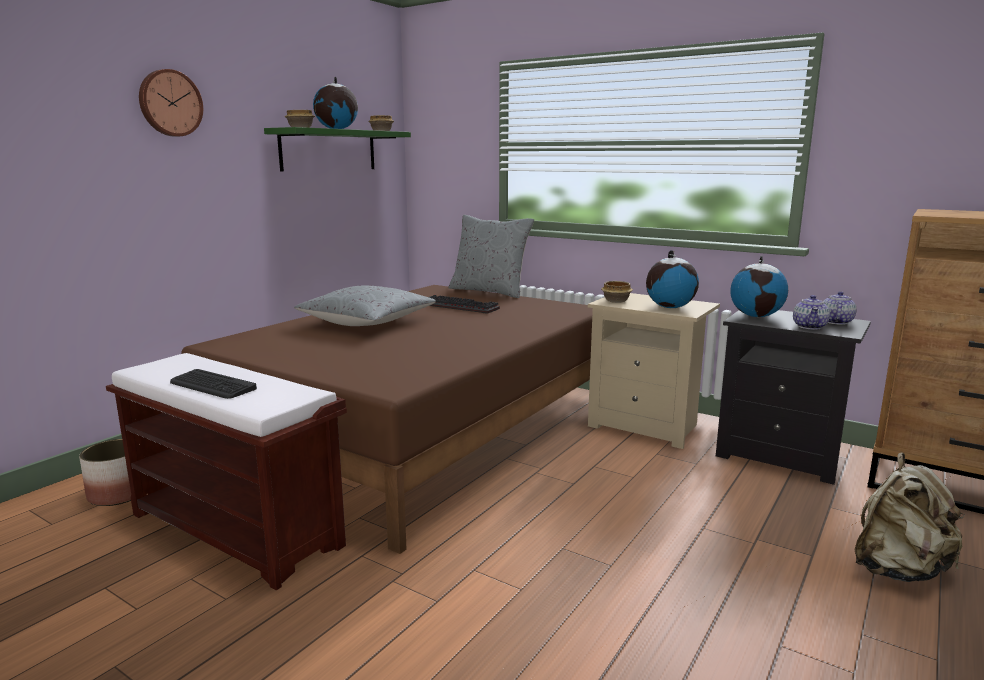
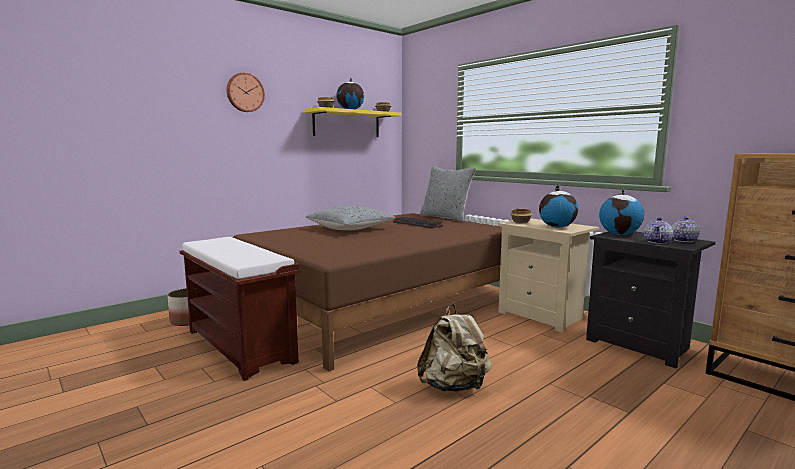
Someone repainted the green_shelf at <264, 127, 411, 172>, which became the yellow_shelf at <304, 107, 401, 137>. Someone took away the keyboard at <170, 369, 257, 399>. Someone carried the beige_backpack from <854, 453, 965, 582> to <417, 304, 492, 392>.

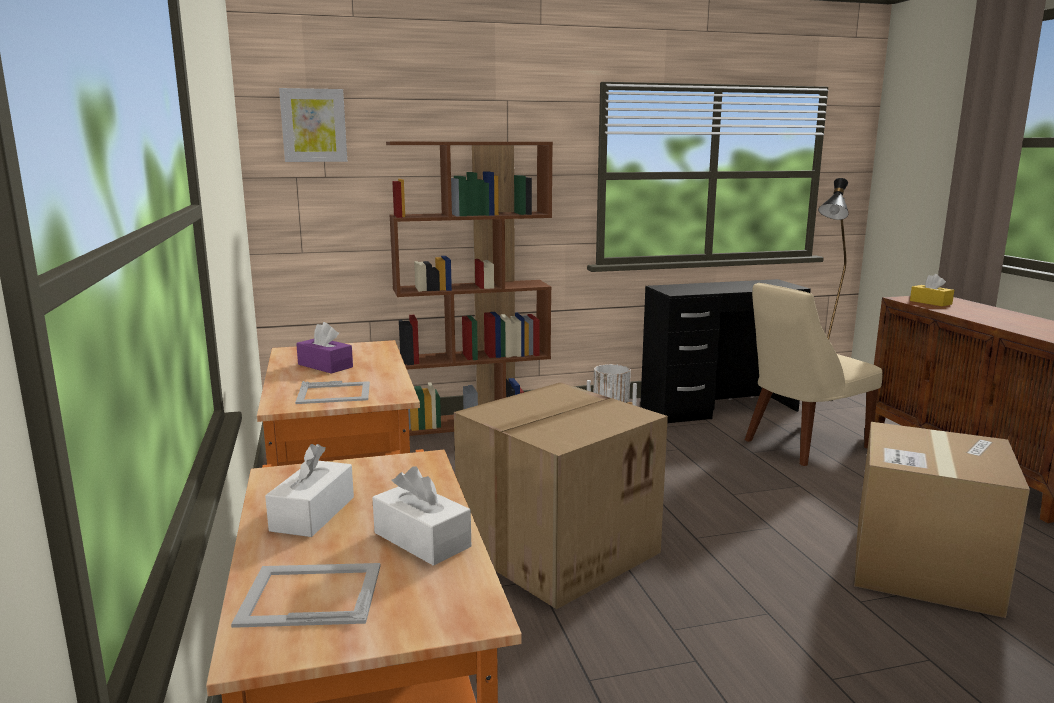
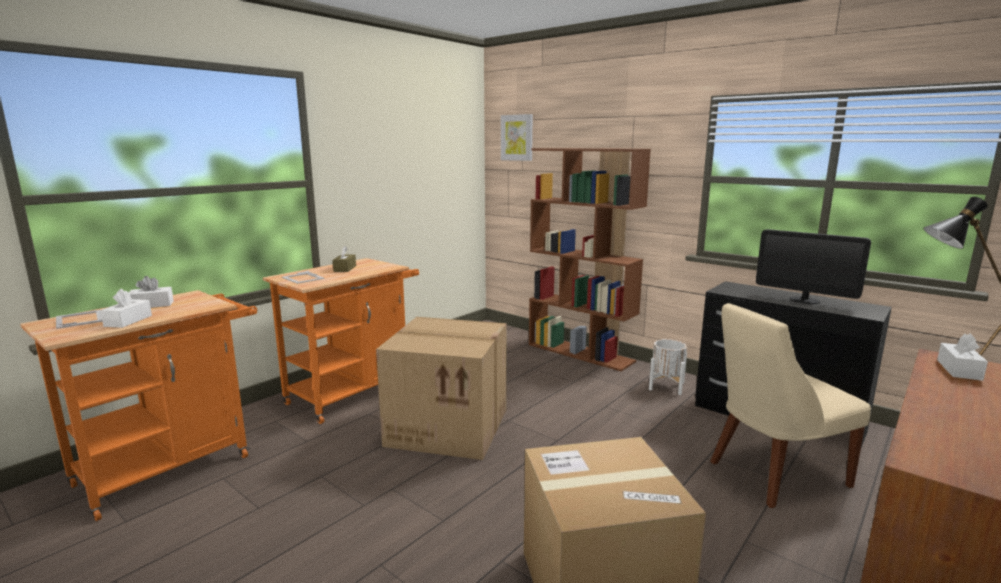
Someone repainted the yellow_tissue_box at <910, 274, 954, 306>, which became the white_tissue_box at <937, 334, 988, 381>. Someone rotated the beige_chair at <745, 283, 883, 466> by 45 degrees counterclockwise. Someone repainted the purple_tissue_box at <296, 322, 353, 374>, which became the brown_tissue_box at <333, 246, 356, 272>. Someone put down the monitor at <756, 229, 871, 304>.

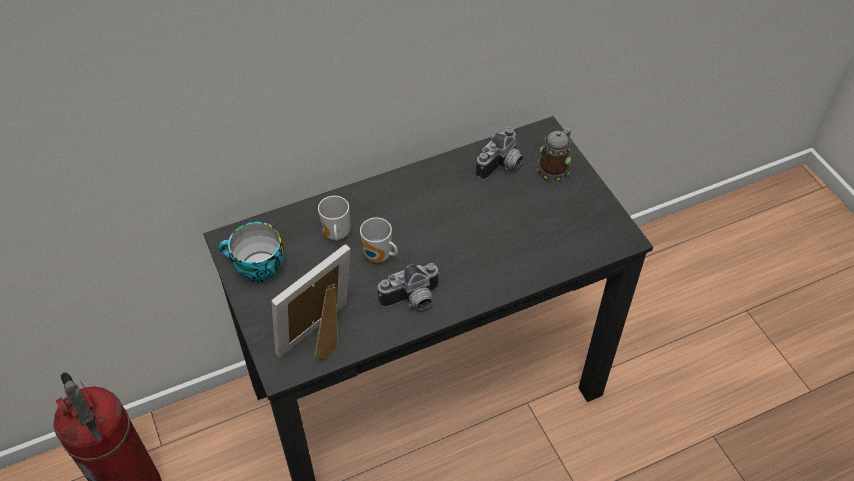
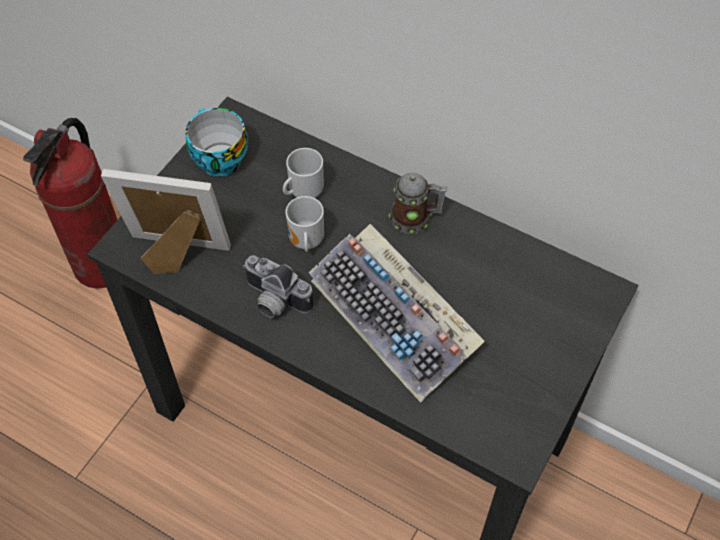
Someone took away the photo_camera at <476, 127, 523, 181>. Someone carried the mug from <537, 127, 572, 182> to <388, 173, 447, 234>. Someone put down the keyboard at <309, 224, 485, 403>.

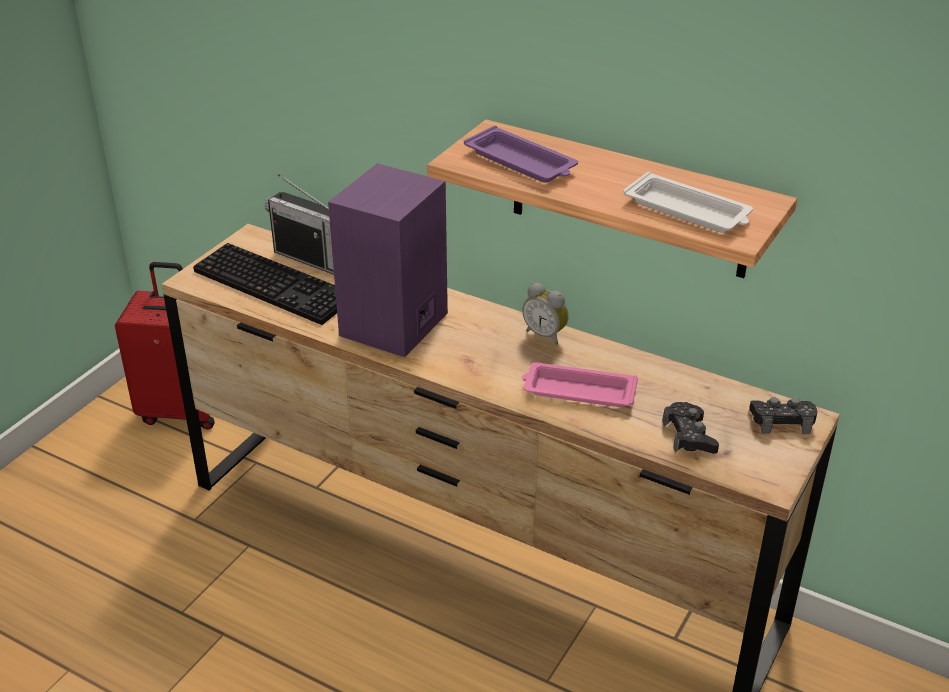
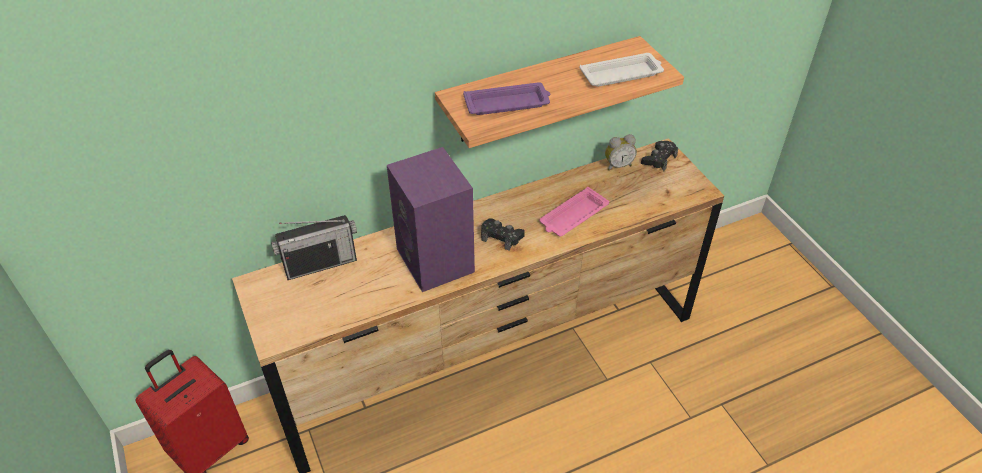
Someone took away the keyboard at <193, 243, 337, 325>. Someone carried the alarm_clock from <522, 283, 569, 345> to <605, 134, 637, 171>. Someone carried the black_game_controller from <662, 402, 719, 454> to <481, 218, 525, 251>.

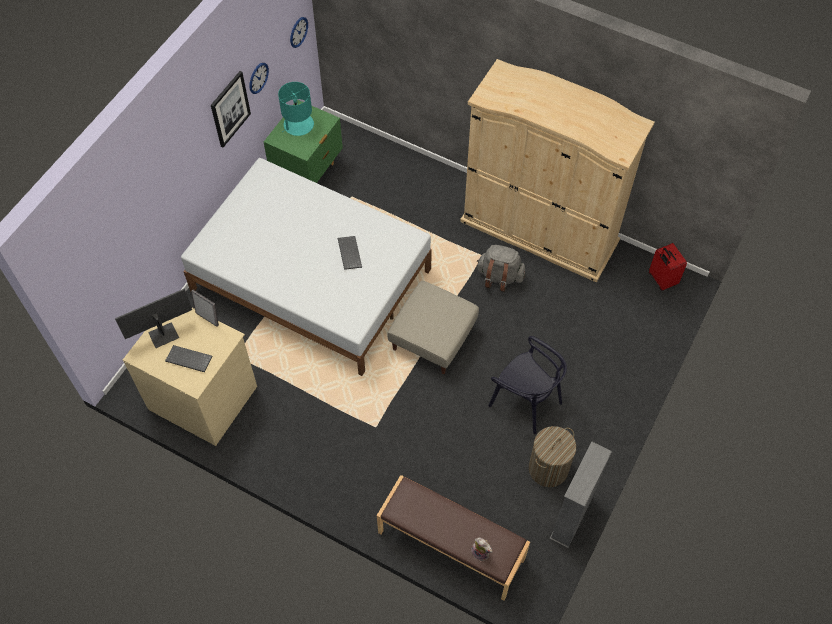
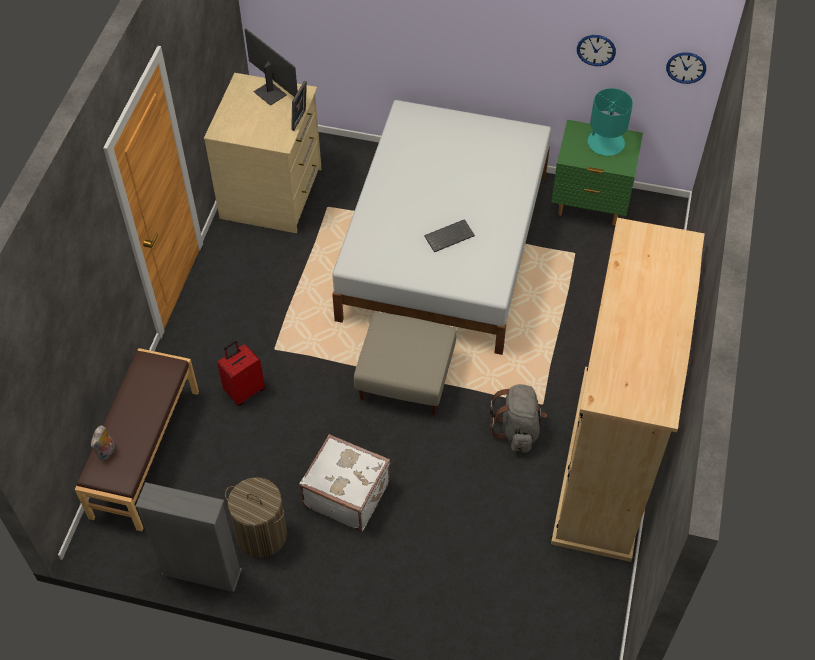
Someone took away the picture at <211, 71, 251, 147>. Someone carried the red_suitcase from <649, 243, 687, 291> to <217, 341, 265, 405>. Someone swapped the black_chair at <488, 336, 567, 434> for the white_suitcase at <299, 434, 391, 531>. Someone took away the keyboard at <165, 345, 212, 372>.

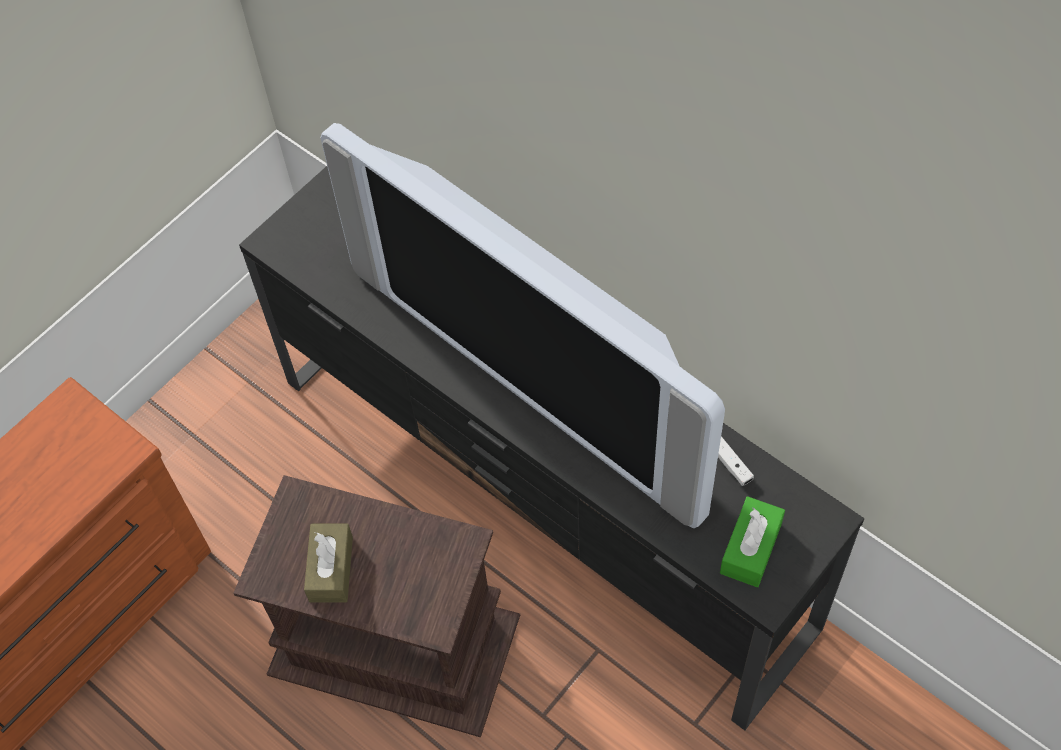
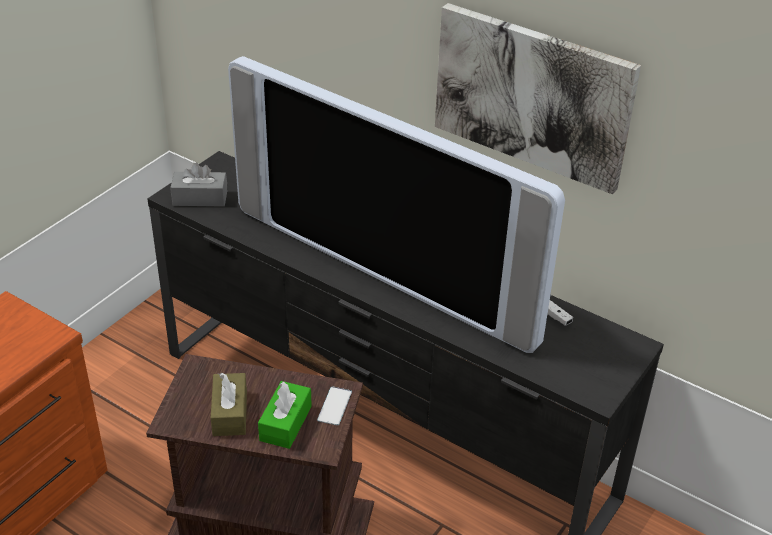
Someone carried the green_tissue_box from <720, 496, 785, 588> to <258, 381, 312, 449>. Someone put up the picture at <435, 3, 641, 194>. Someone put down the grey_tissue_box at <170, 162, 227, 206>. Someone put down the phone at <317, 386, 352, 425>.

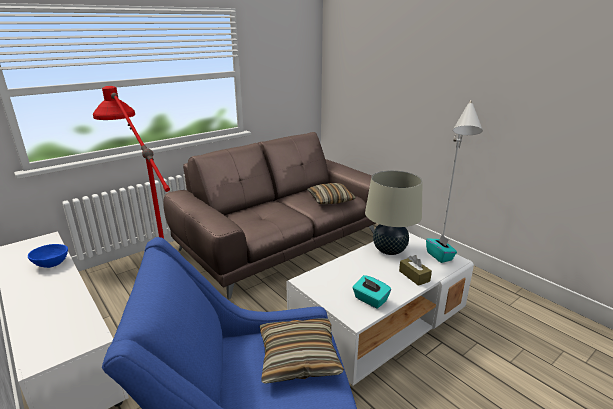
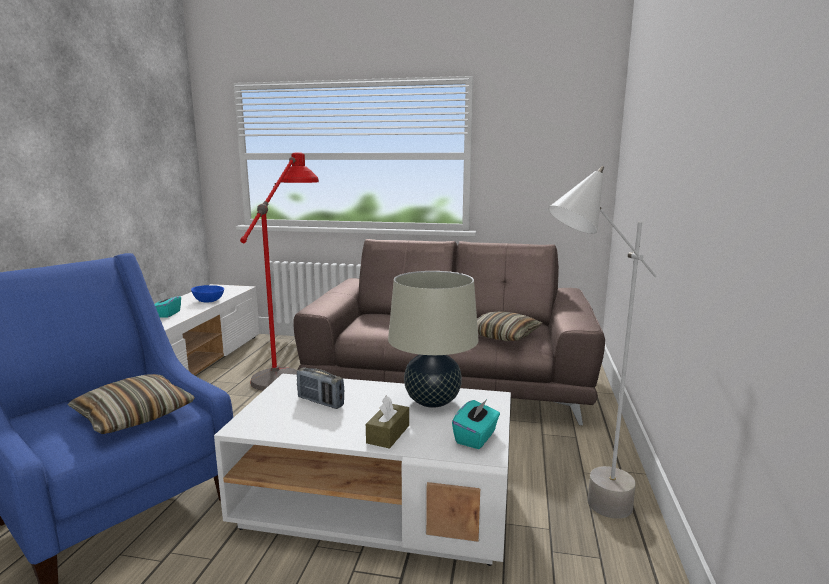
Someone carried the turquoise_tissue_box from <353, 275, 391, 309> to <154, 291, 181, 318>. Someone put down the radio at <297, 367, 344, 409>.

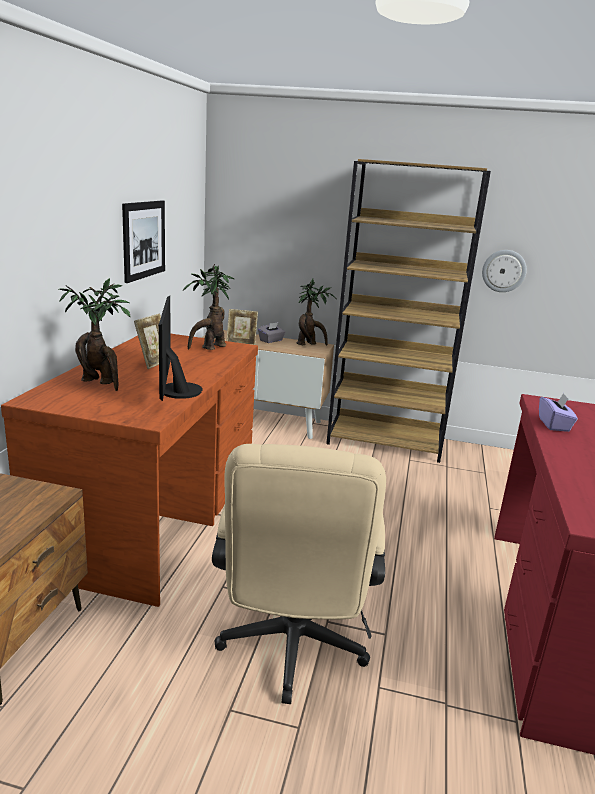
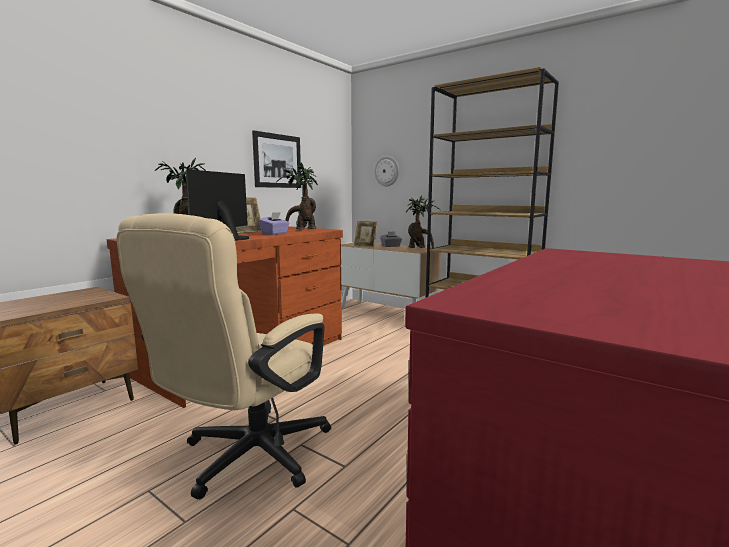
Someone carried the wall_clock from <482, 250, 527, 292> to <374, 156, 399, 186>. Someone carried the purple_tissue_box from <539, 393, 578, 432> to <259, 212, 290, 235>.

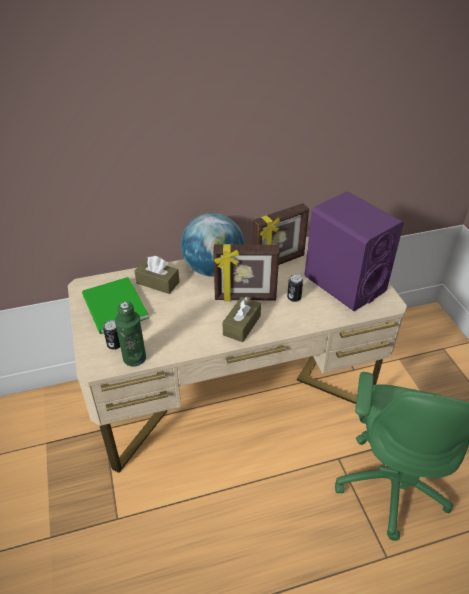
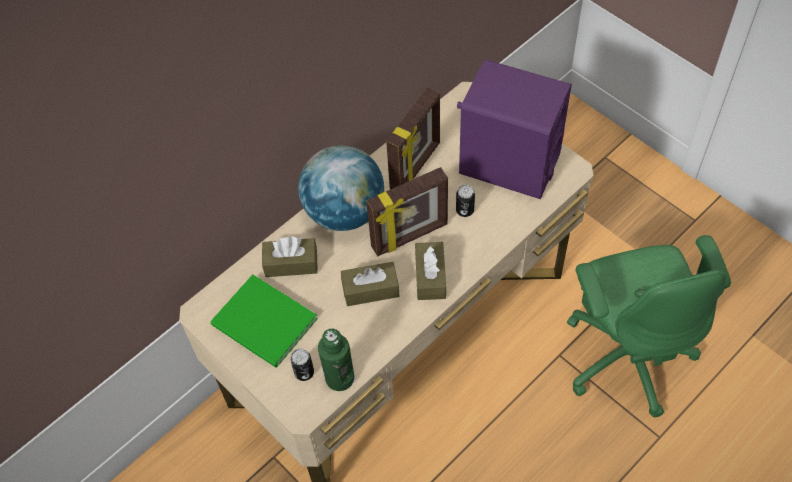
Someone put down the brown_tissue_box at <341, 262, 399, 306>.

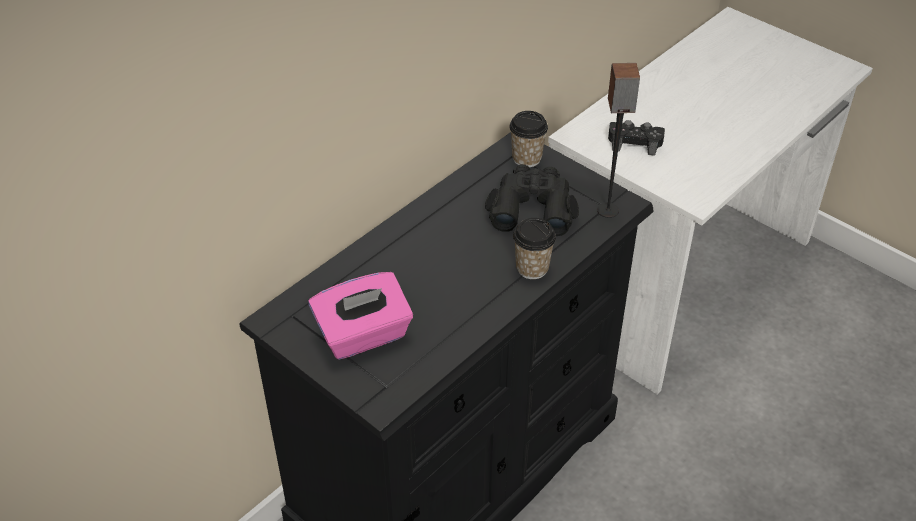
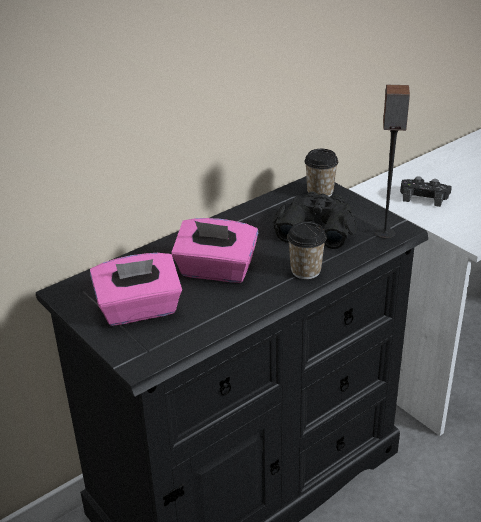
Someone put down the pink_tissue_box at <171, 218, 258, 283>.

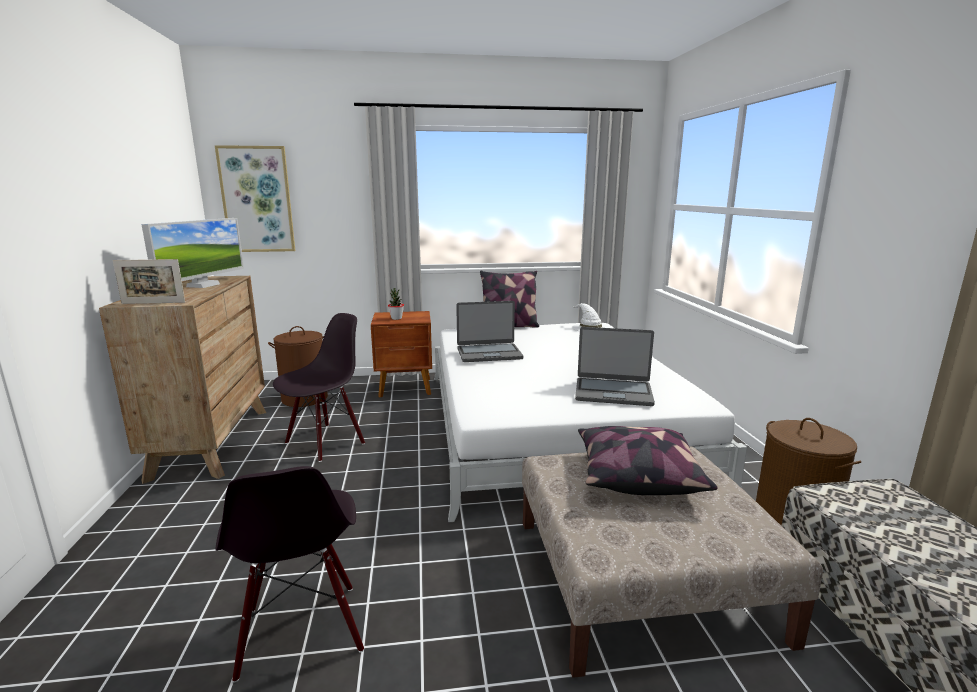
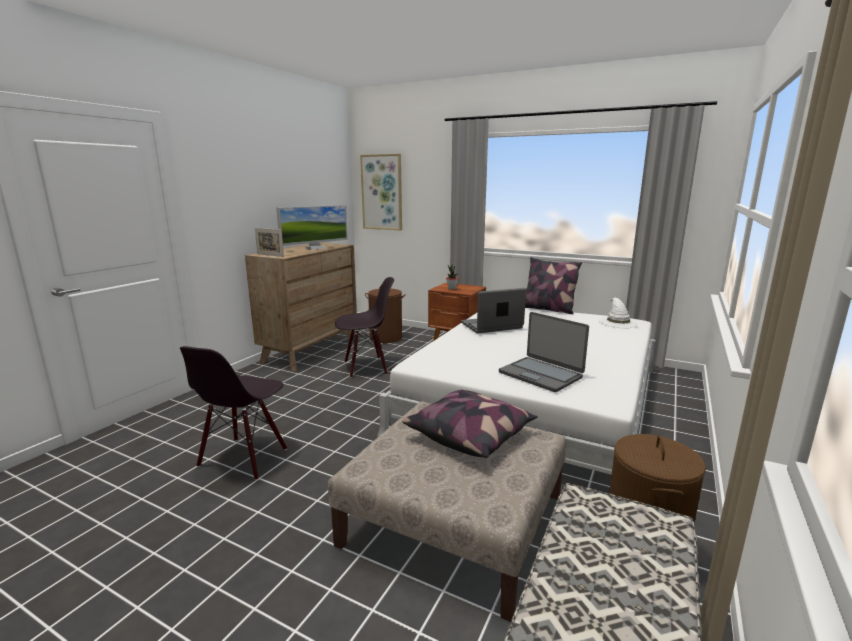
Someone rotated the laptop at <456, 301, 524, 362> by 135 degrees clockwise.

